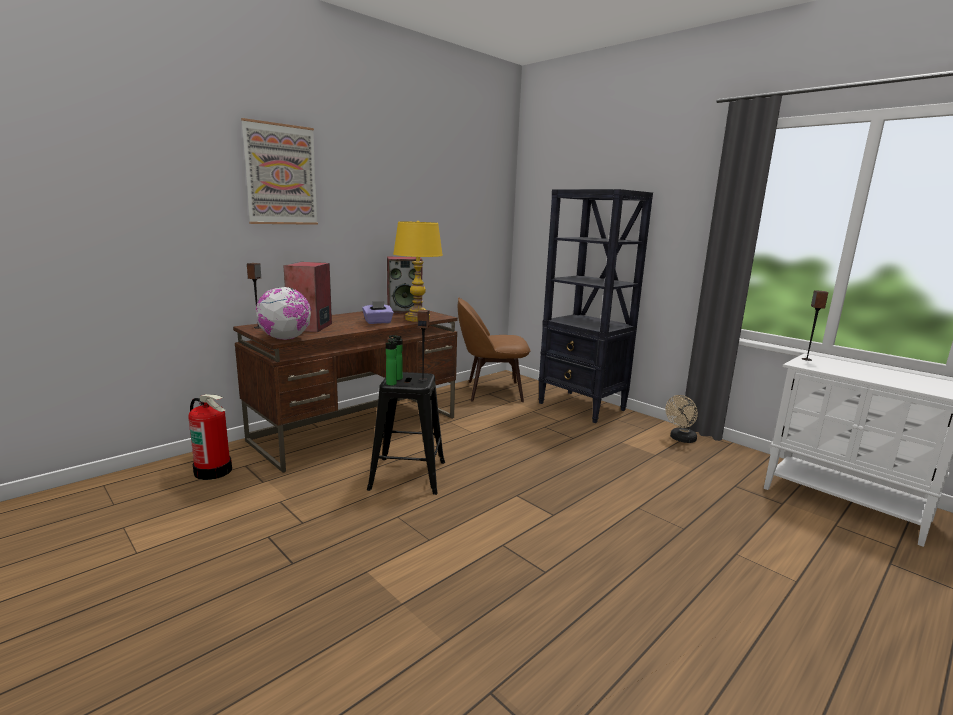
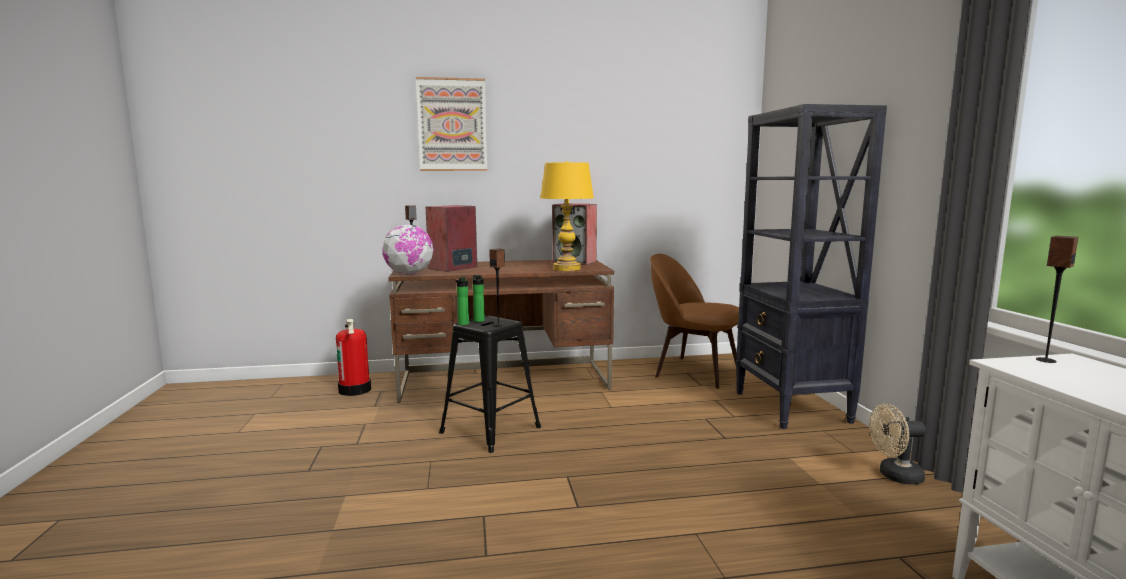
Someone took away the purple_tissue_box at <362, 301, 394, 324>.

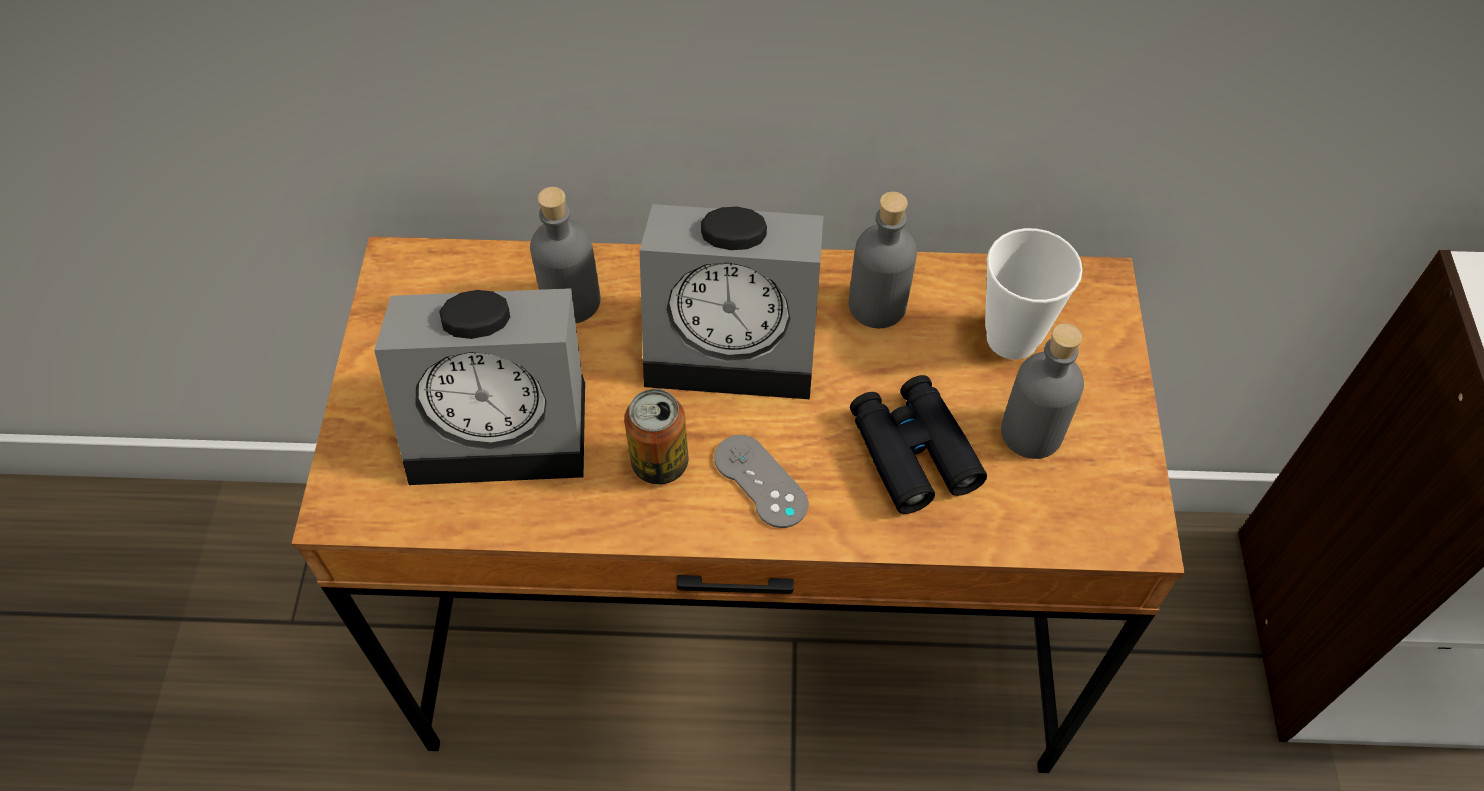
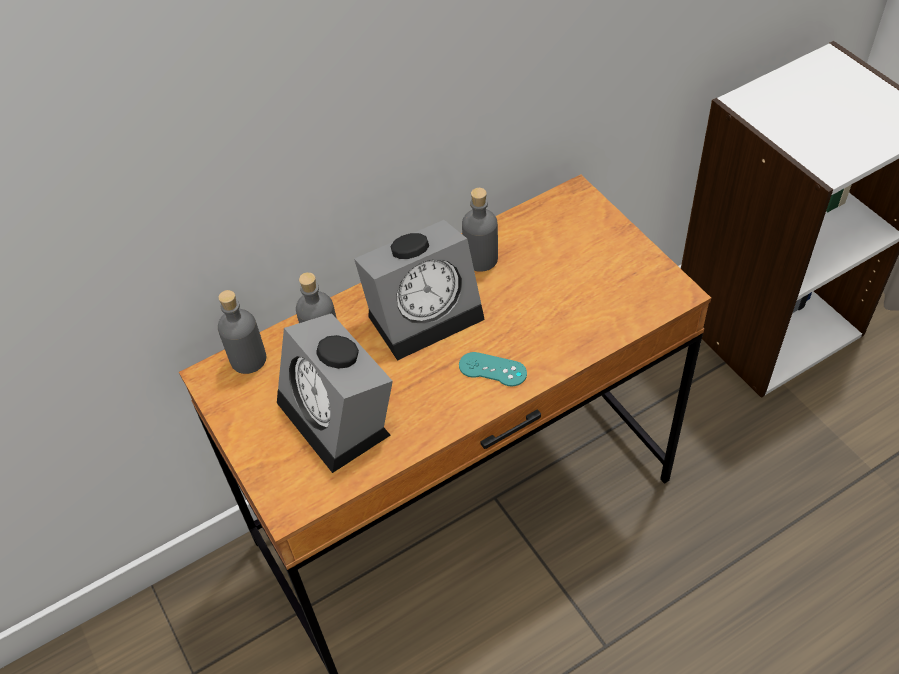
Someone took away the cup at <985, 228, 1083, 360>. Someone rotated the alarm_clock at <374, 288, 585, 485> by 90 degrees clockwise. Someone carried the grey_bottle from <1001, 323, 1084, 459> to <218, 290, 266, 374>. Someone took away the black_binoculars at <850, 375, 987, 514>. Someone took away the can at <624, 389, 689, 485>. Someone repainted the grey_game_controller at <714, 435, 808, 528>, which became the turquoise_game_controller at <459, 352, 527, 386>.

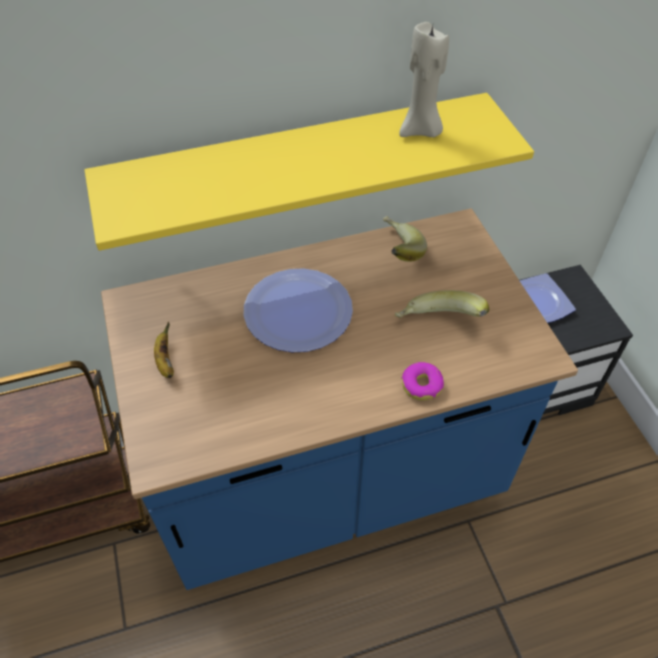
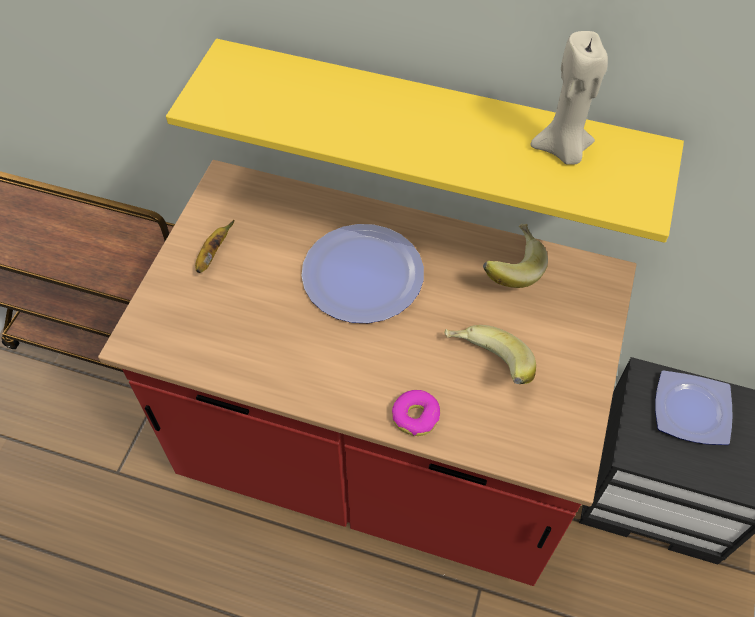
Someone repainted the blue_counter at <101, 209, 578, 590>, which became the red_counter at <98, 160, 636, 586>.

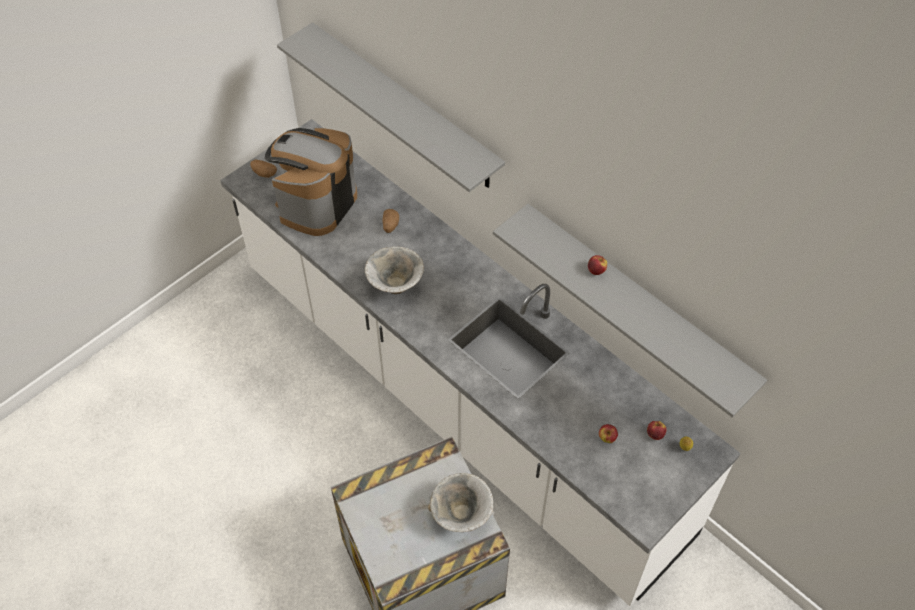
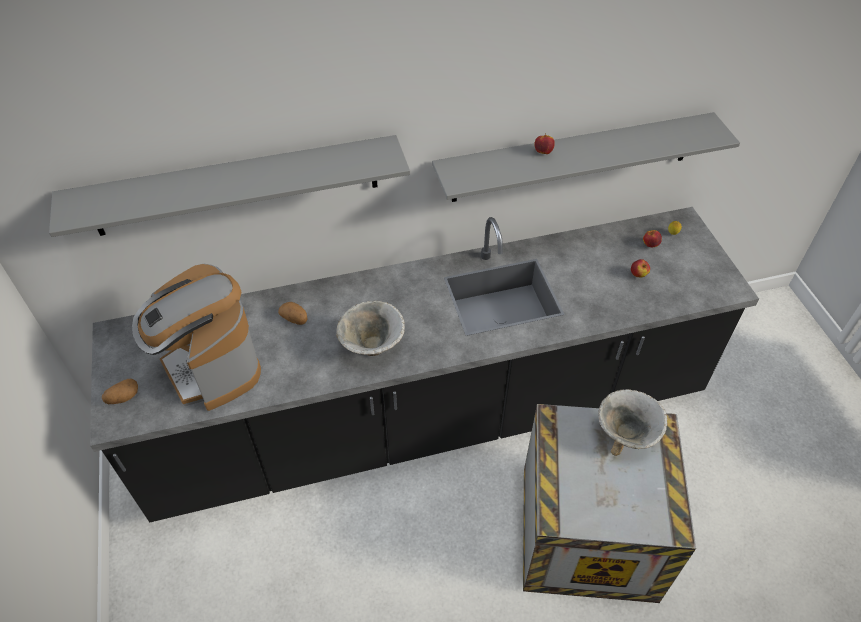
Someone repainted the white_counter at <220, 119, 740, 606>, which became the black_counter at <90, 207, 759, 522>.

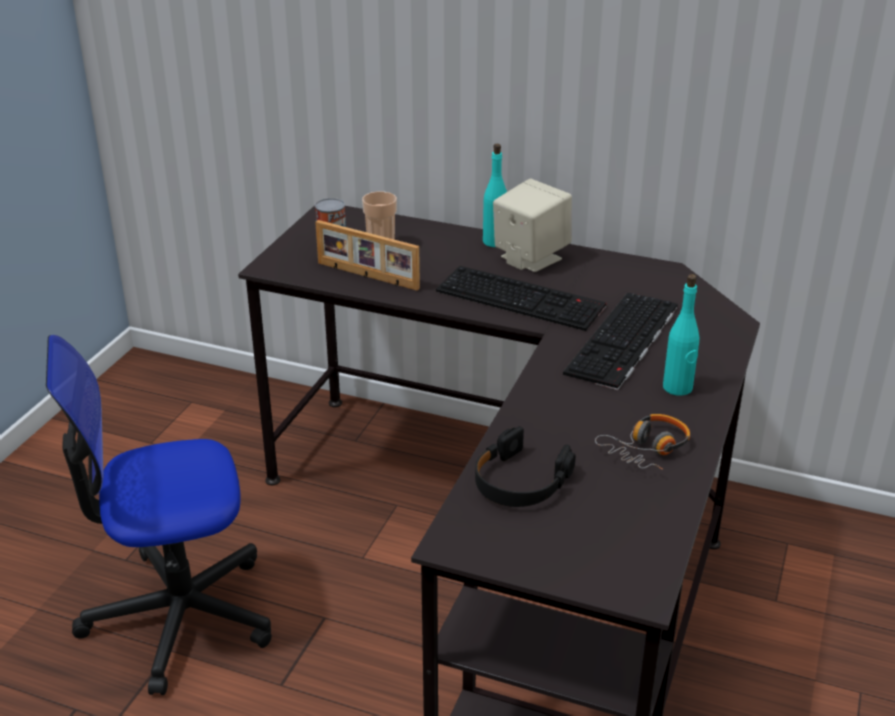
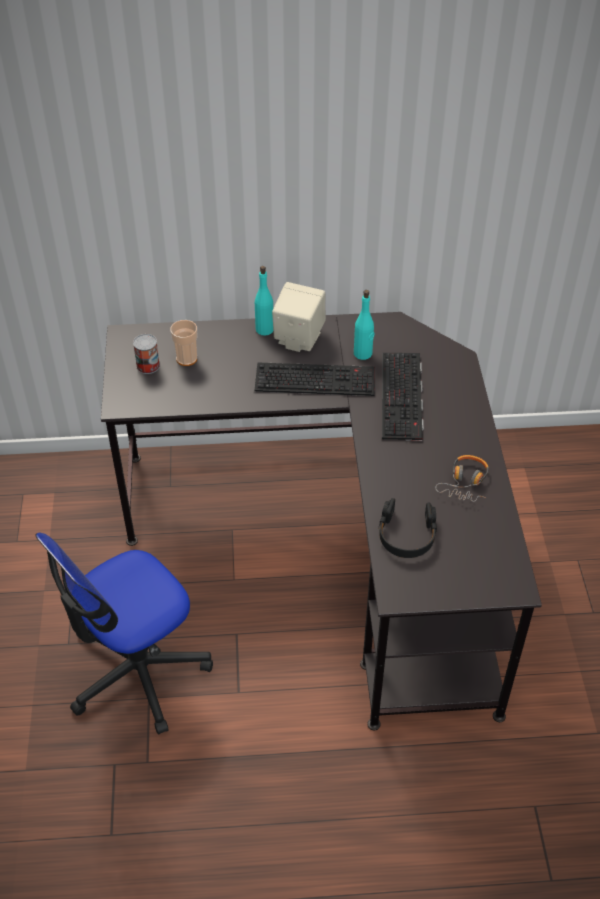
Someone took away the picture_frame at <315, 220, 420, 291>. Someone carried the turquoise_bottle from <663, 274, 699, 396> to <354, 290, 374, 360>.

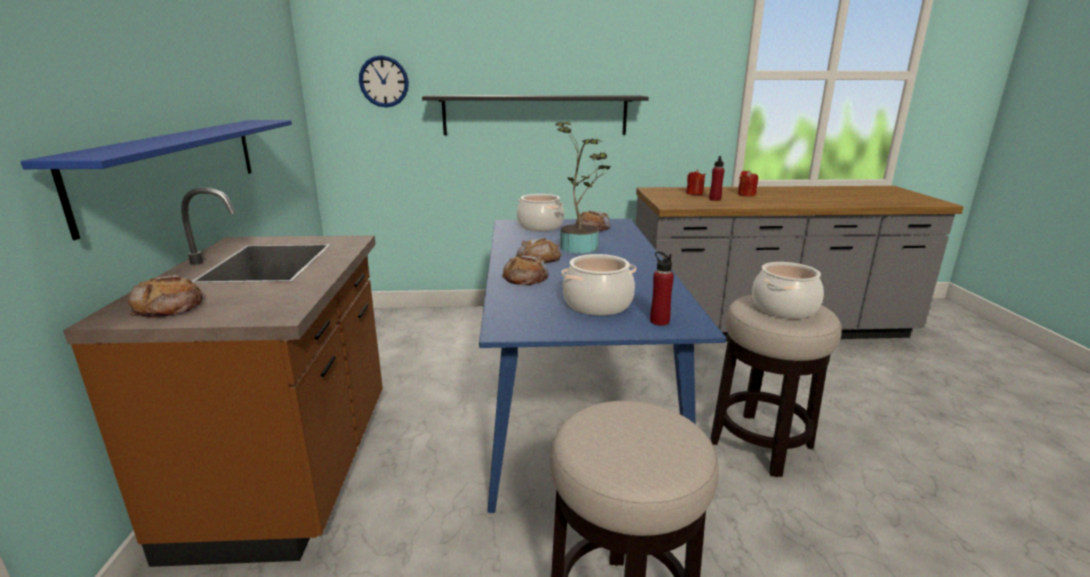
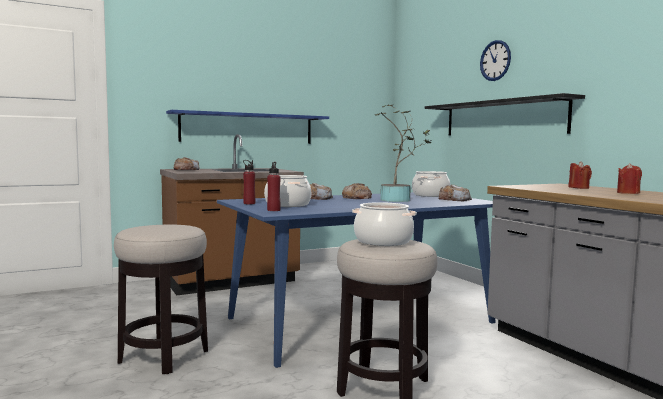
Someone carried the wall_clock from <359, 55, 409, 107> to <480, 40, 511, 81>. Someone carried the red_bottle from <709, 156, 725, 201> to <243, 160, 256, 204>.

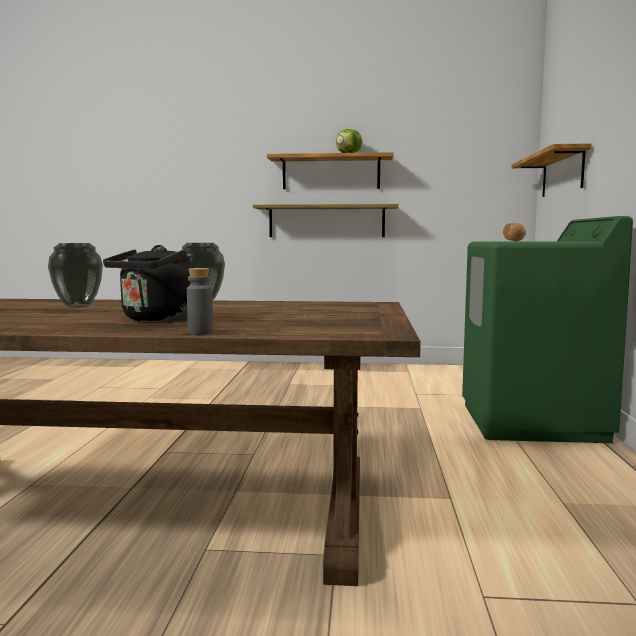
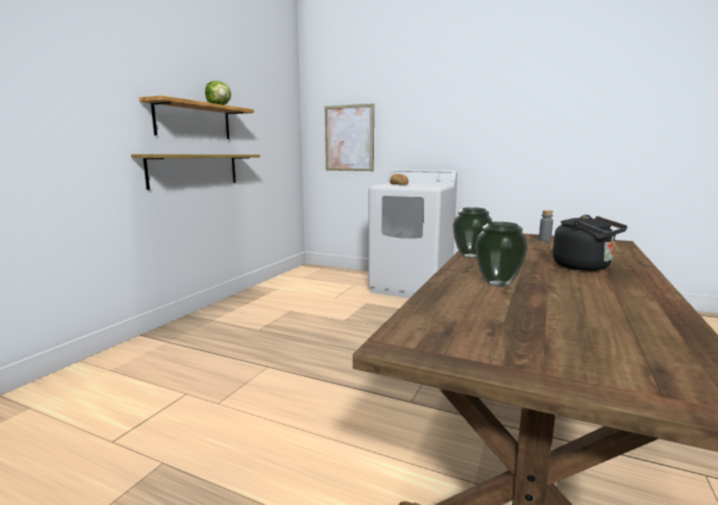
Someone swapped the shelf at <512, 143, 592, 197> for the picture at <325, 104, 374, 171>. Someone repainted the green_washing_machine at <462, 216, 633, 443>, which became the white_washing_machine at <368, 170, 458, 298>. Someone carried the grey_bottle from <187, 268, 213, 335> to <539, 210, 553, 241>.

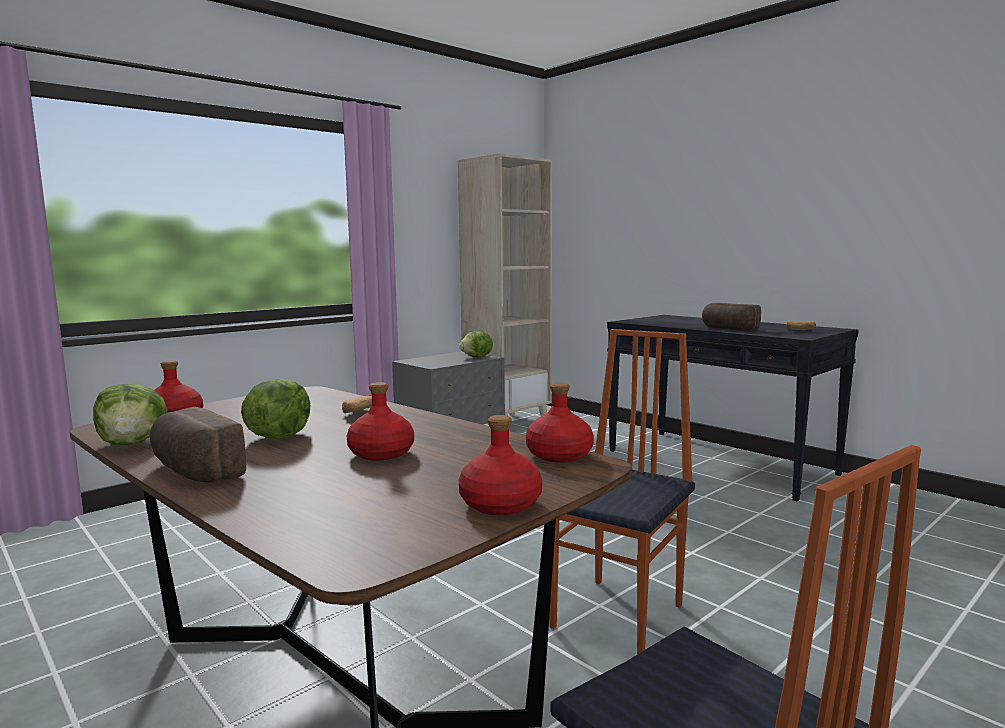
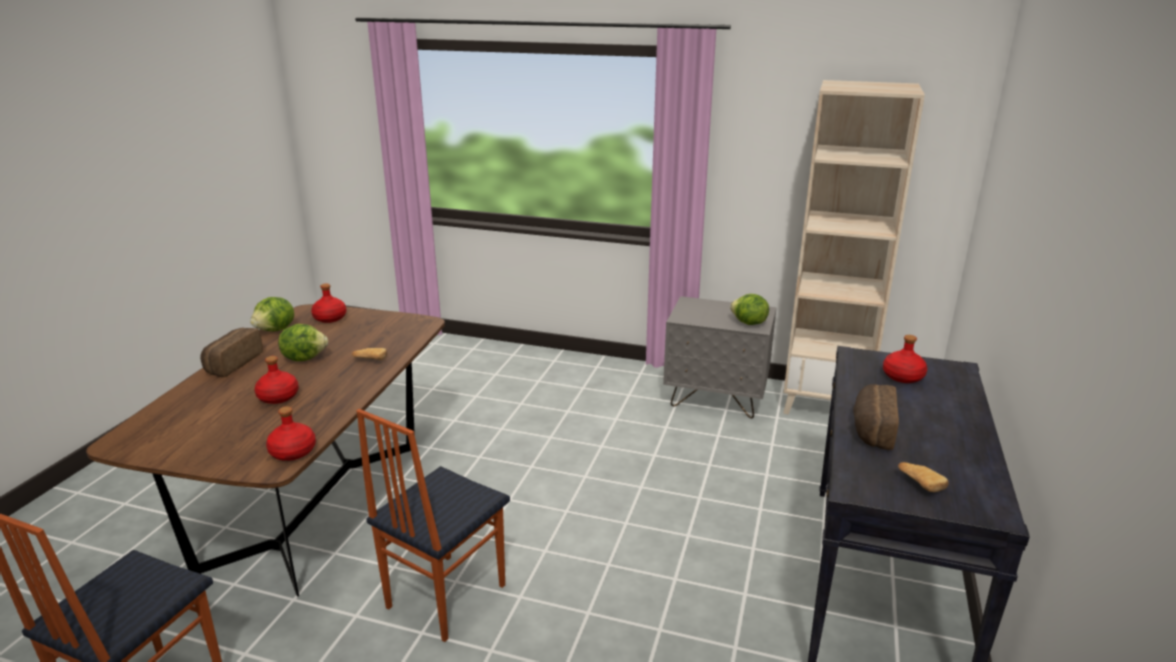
Someone rotated the chair at <549, 329, 695, 654> by 120 degrees clockwise. Someone carried the red_bottle from <458, 415, 542, 515> to <883, 335, 927, 383>.

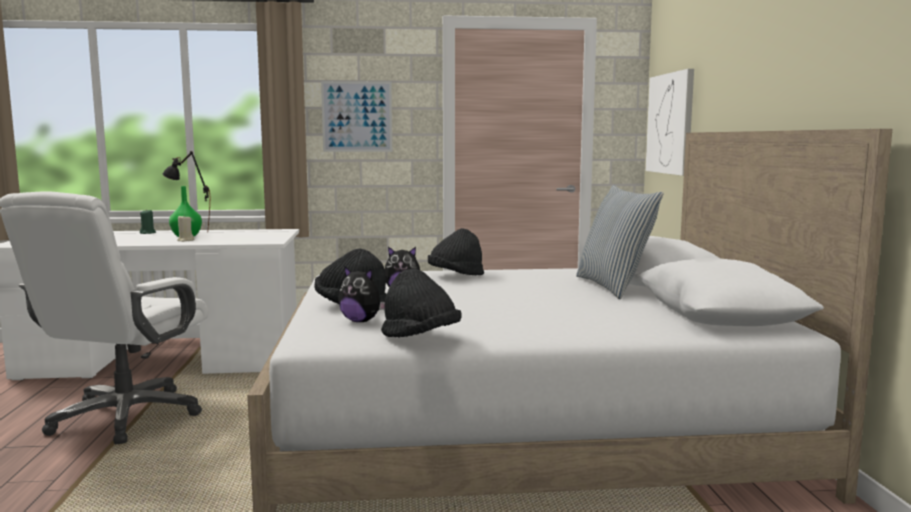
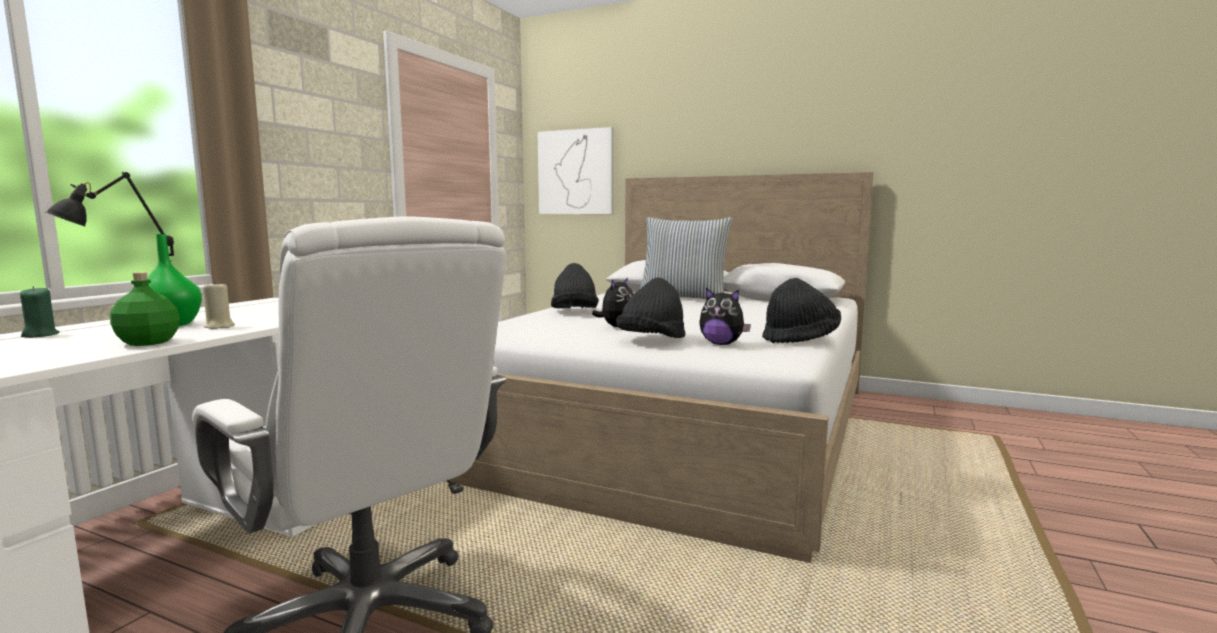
Someone took away the picture at <321, 81, 392, 152>. Someone rotated the plush_toy at <338, 266, 385, 322> by 60 degrees clockwise. Someone put down the green_bottle at <110, 272, 180, 346>.

